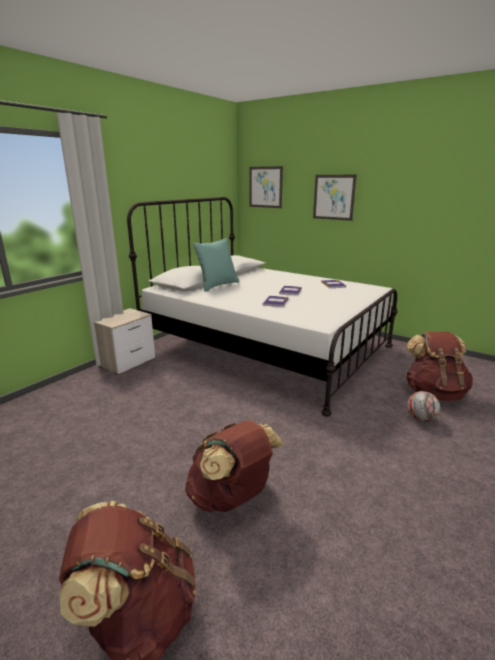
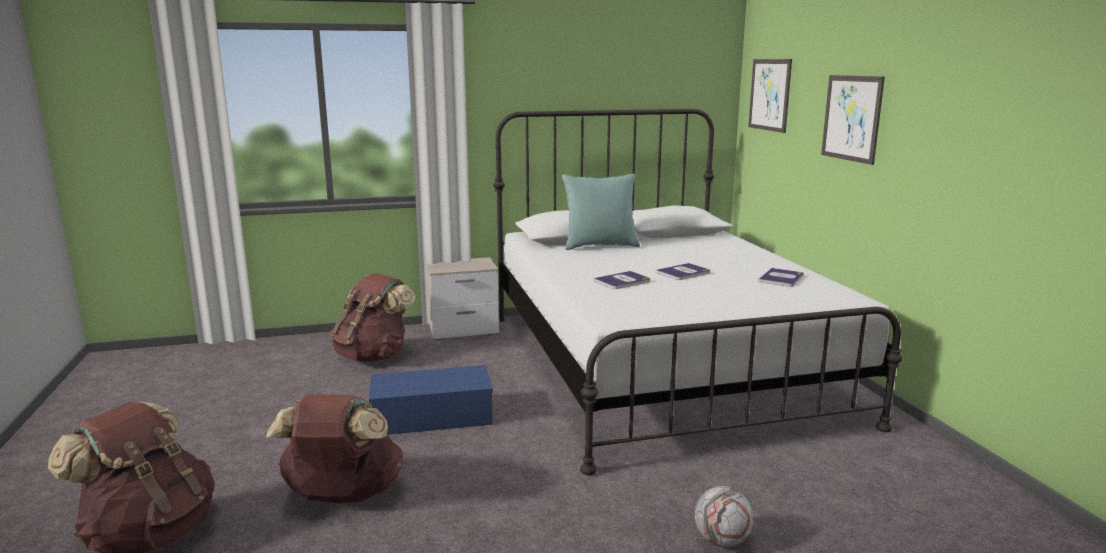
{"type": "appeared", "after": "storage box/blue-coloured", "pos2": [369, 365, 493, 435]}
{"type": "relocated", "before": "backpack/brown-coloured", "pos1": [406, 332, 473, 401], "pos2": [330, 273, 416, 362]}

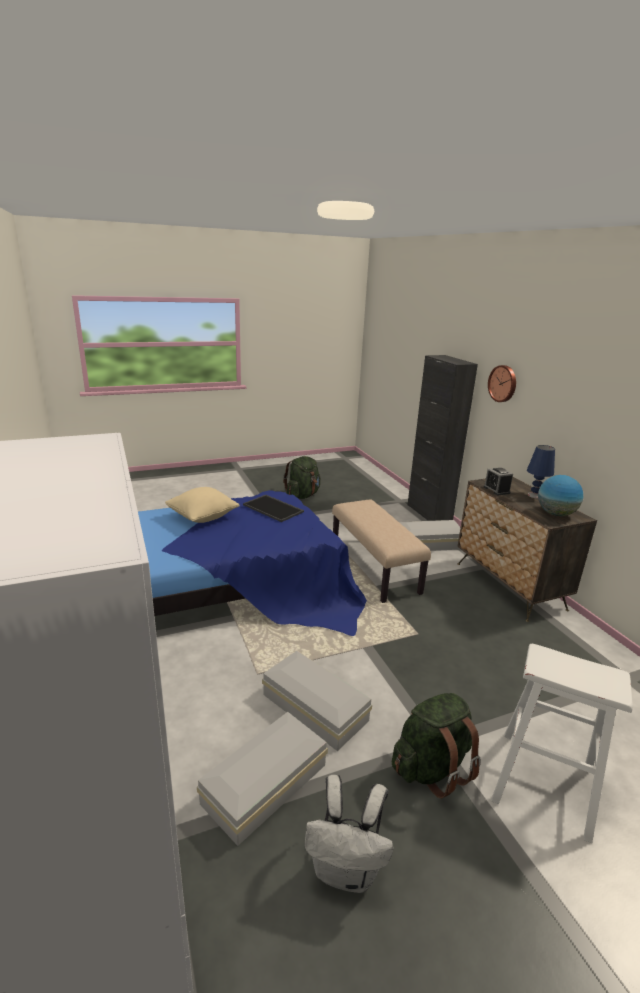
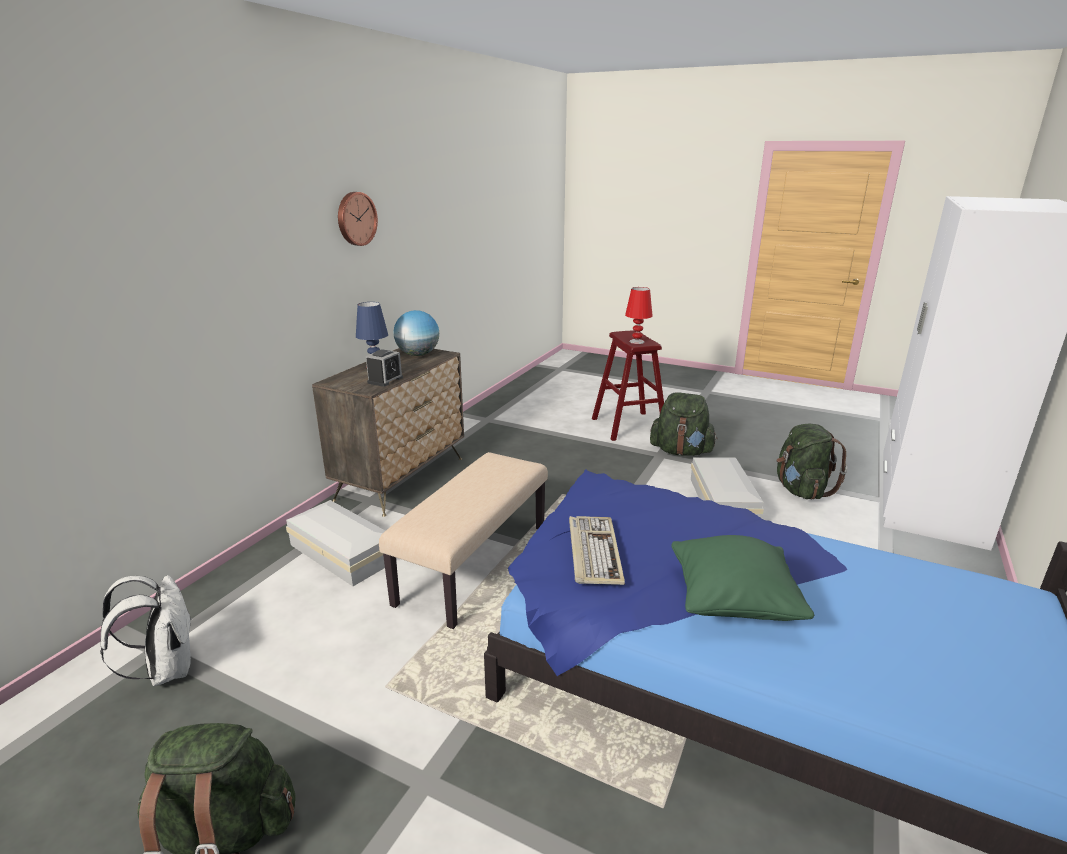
{"type": "missing", "before": "cabinet/black", "pos1": [408, 355, 478, 521]}
{"type": "appeared", "after": "tabletop lamp/reddish", "pos2": [625, 287, 653, 344]}
{"type": "relocated", "before": "backpack/white", "pos1": [305, 775, 394, 893], "pos2": [100, 575, 192, 686]}
{"type": "relocated", "before": "wall clock", "pos1": [488, 365, 516, 402], "pos2": [338, 192, 378, 246]}
{"type": "exchanged", "before": "storage box/white", "after": "backpack/green", "pos1": [197, 712, 328, 846], "pos2": [777, 423, 847, 499]}
{"type": "exchanged", "before": "tray", "after": "keyboard", "pos1": [243, 495, 304, 522], "pos2": [569, 516, 625, 585]}
{"type": "colour", "before": "pillow/beige", "after": "pillow/green", "pos1": [165, 487, 240, 523], "pos2": [671, 535, 814, 621]}
{"type": "colour", "before": "stool seat/white", "after": "stool seat/reddish", "pos1": [492, 644, 633, 843], "pos2": [592, 330, 664, 441]}

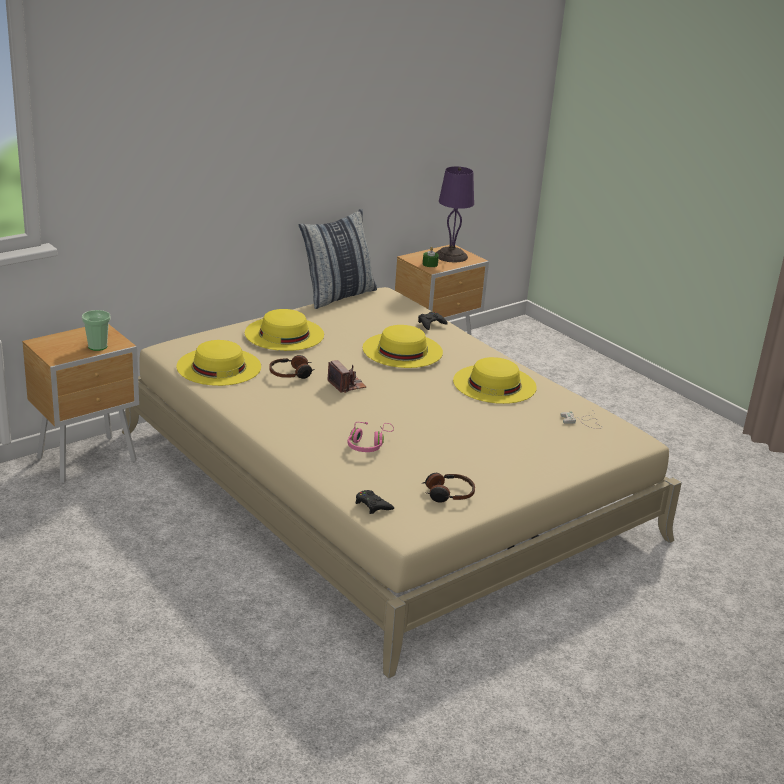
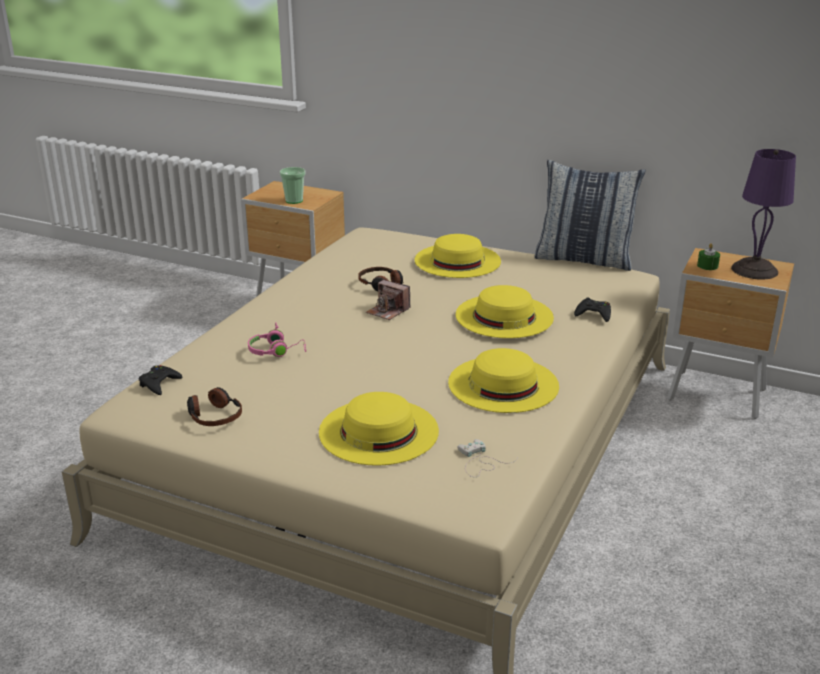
{"type": "relocated", "before": "wearable hat/yellowish", "pos1": [176, 340, 261, 386], "pos2": [319, 392, 439, 466]}
{"type": "spun", "before": "photo camera", "pos1": [327, 360, 366, 393], "pos2": [366, 280, 410, 320], "turn": 90}

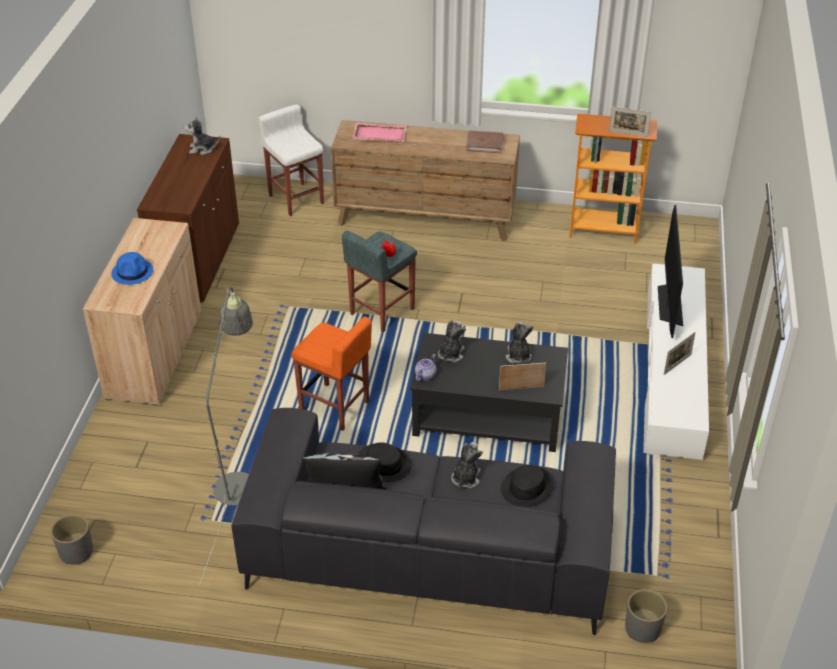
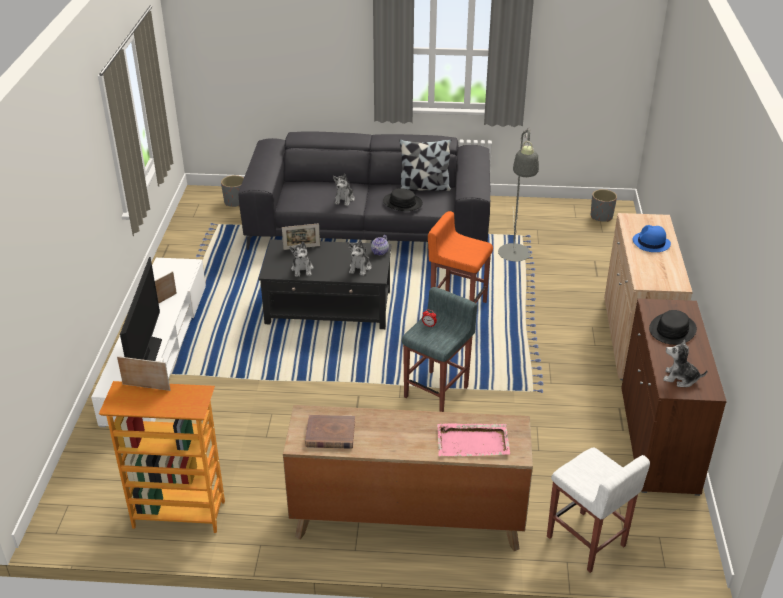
{"type": "relocated", "before": "wearable hat/black", "pos1": [501, 465, 554, 507], "pos2": [649, 310, 697, 345]}
{"type": "spun", "before": "plush toy", "pos1": [184, 116, 220, 155], "pos2": [663, 339, 707, 387], "turn": -150}

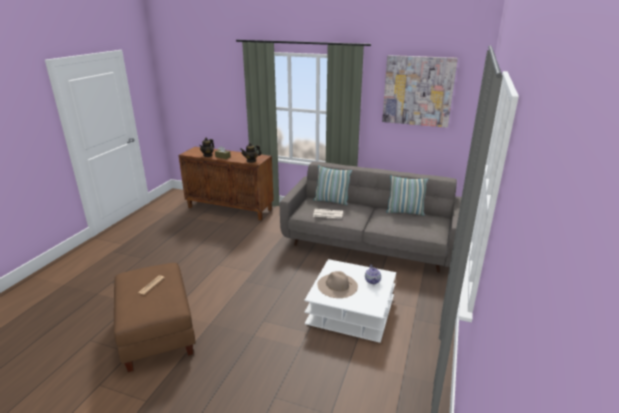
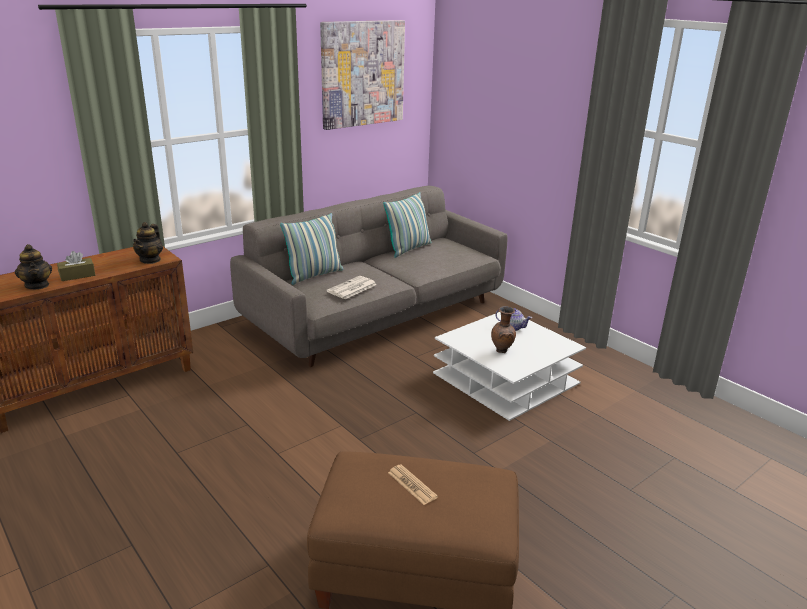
{"type": "exchanged", "before": "wearable hat/beige", "after": "vase/brown-coloured", "pos1": [318, 271, 358, 298], "pos2": [491, 306, 516, 353]}

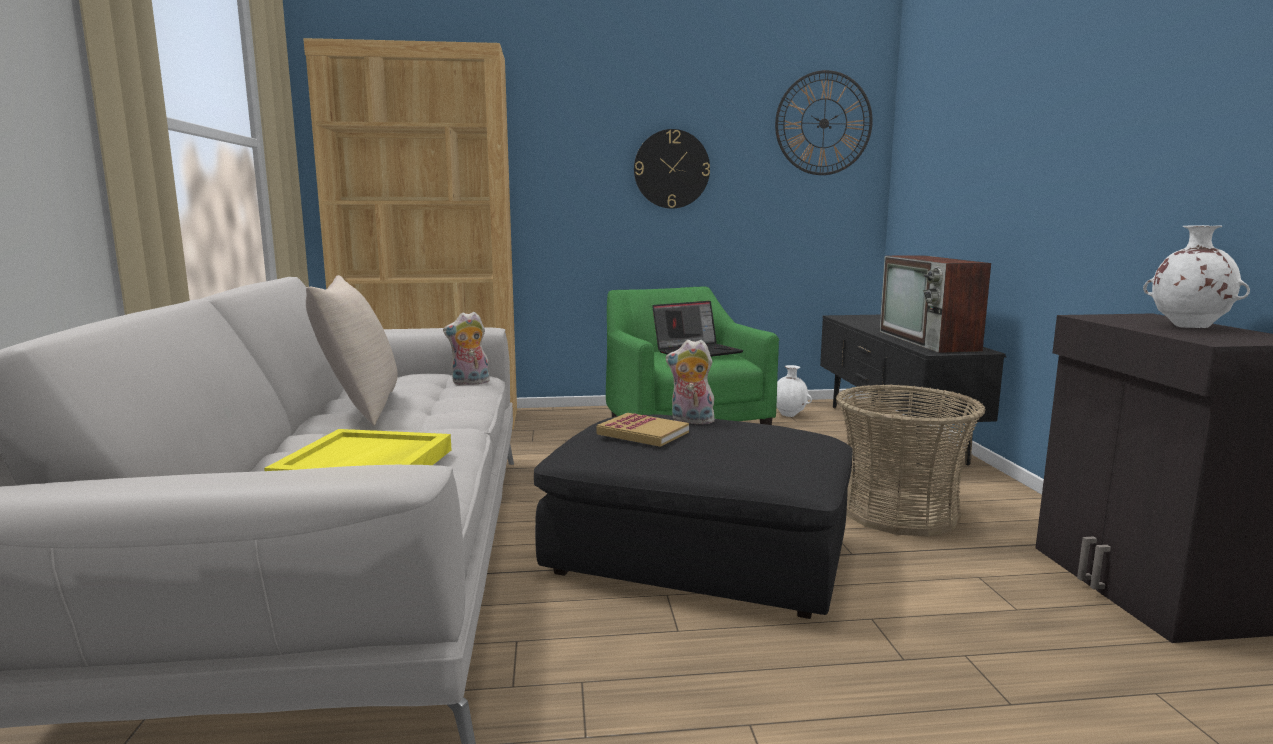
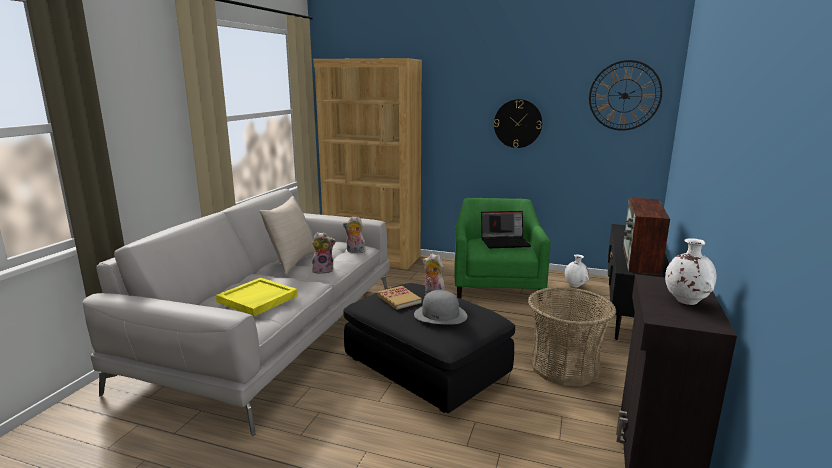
{"type": "appeared", "after": "plush toy", "pos2": [312, 232, 336, 274]}
{"type": "appeared", "after": "wearable hat/gray", "pos2": [414, 290, 467, 325]}

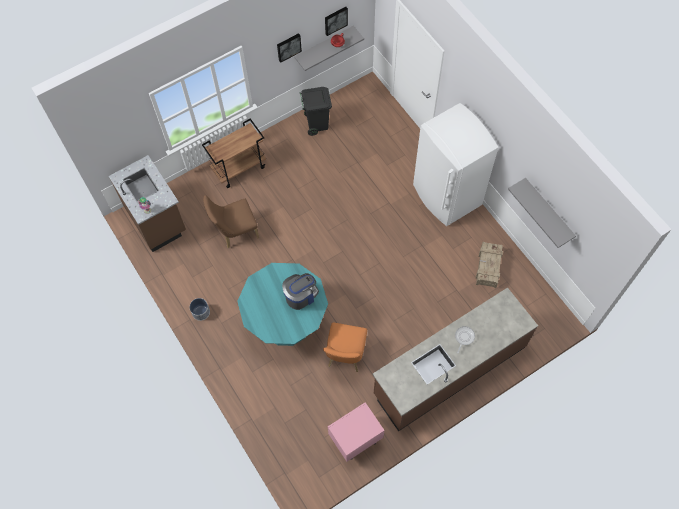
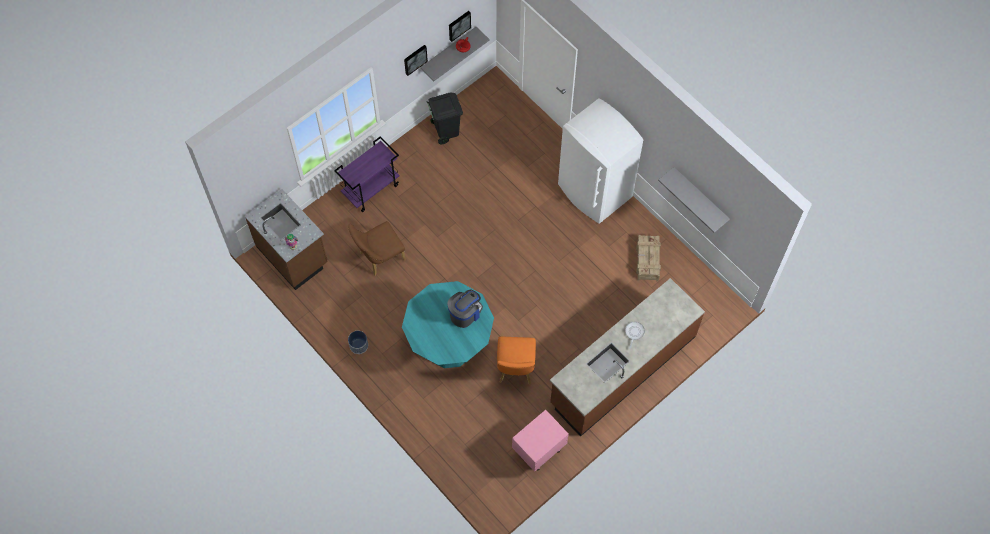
{"type": "colour", "before": "cart/brown-coloured", "after": "cart/purplish", "pos1": [202, 118, 266, 188], "pos2": [334, 136, 399, 212]}

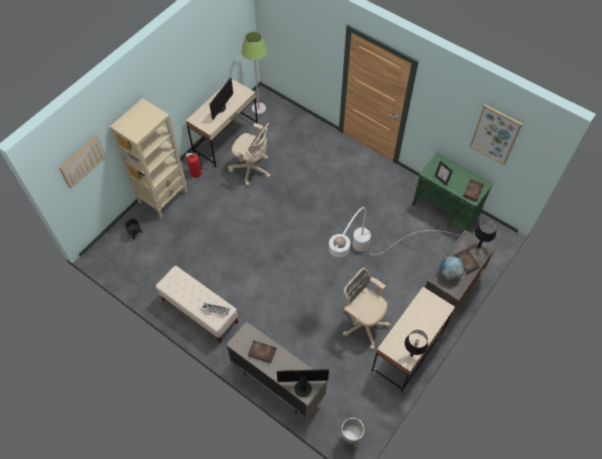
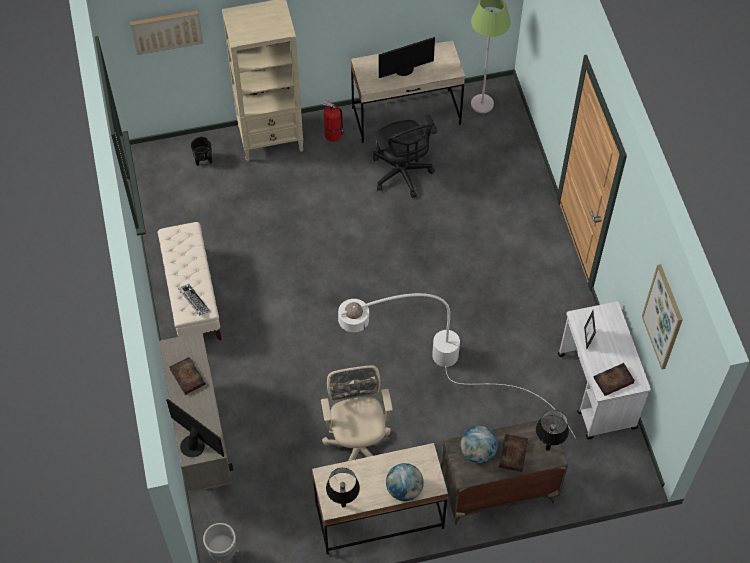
{"type": "appeared", "after": "globe", "pos2": [386, 463, 424, 501]}
{"type": "colour", "before": "office chair/beige", "after": "office chair/black", "pos1": [228, 123, 270, 186], "pos2": [373, 114, 438, 198]}
{"type": "colour", "before": "cart/green", "after": "cart/white", "pos1": [412, 152, 493, 232], "pos2": [558, 301, 651, 440]}

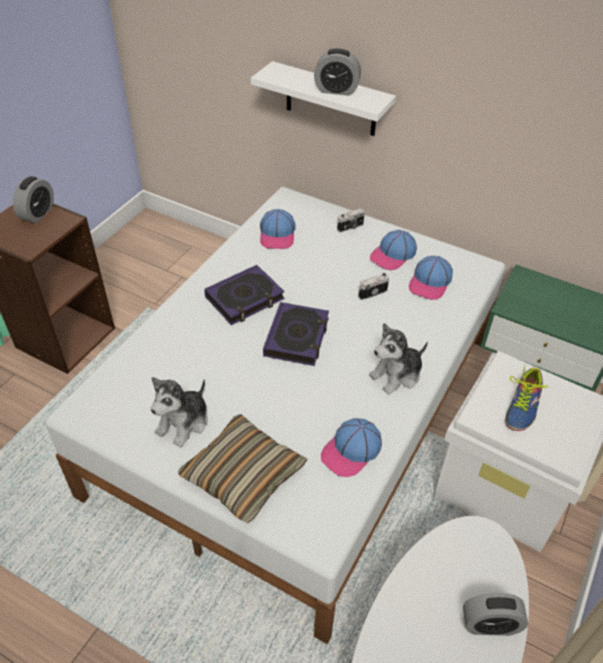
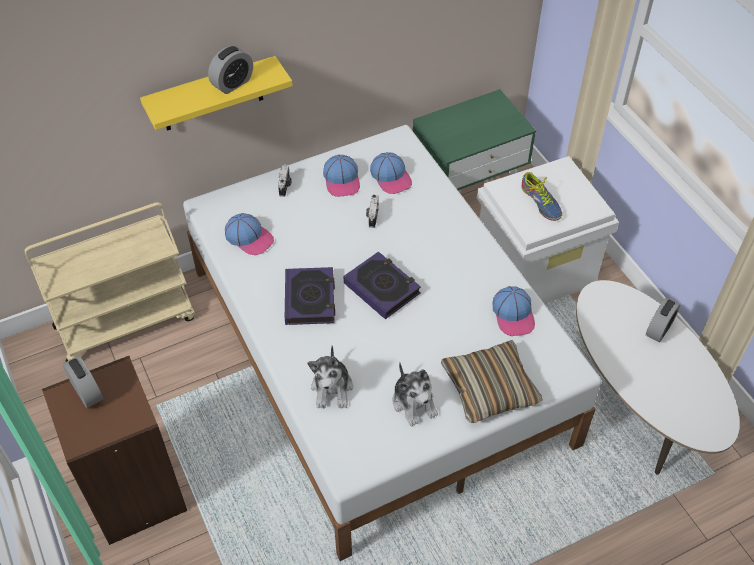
{"type": "appeared", "after": "cart/beige", "pos2": [25, 202, 195, 362]}
{"type": "relocated", "before": "plush toy", "pos1": [369, 323, 428, 395], "pos2": [308, 346, 353, 408]}
{"type": "colour", "before": "wall shelf/white", "after": "wall shelf/yellowish", "pos1": [251, 61, 396, 136], "pos2": [140, 56, 293, 131]}

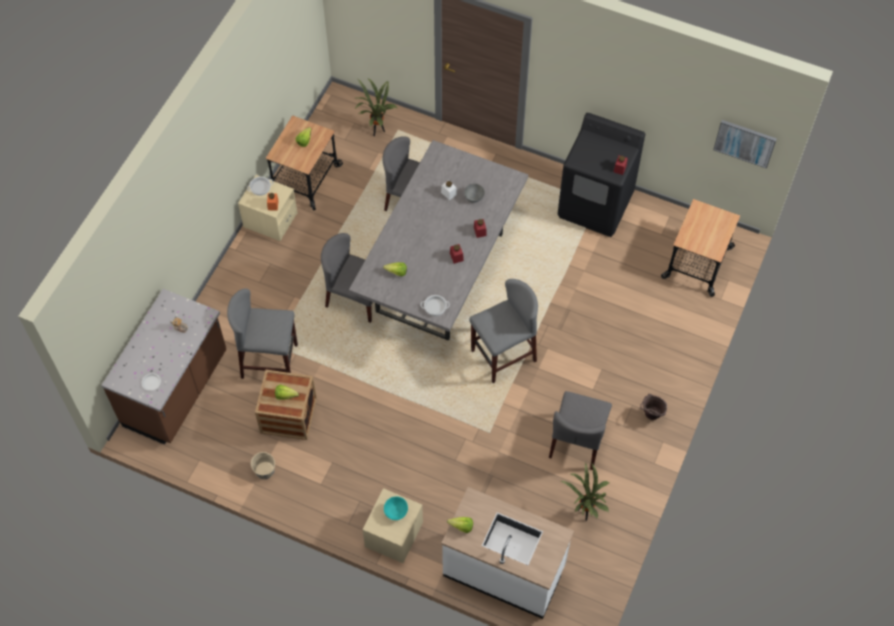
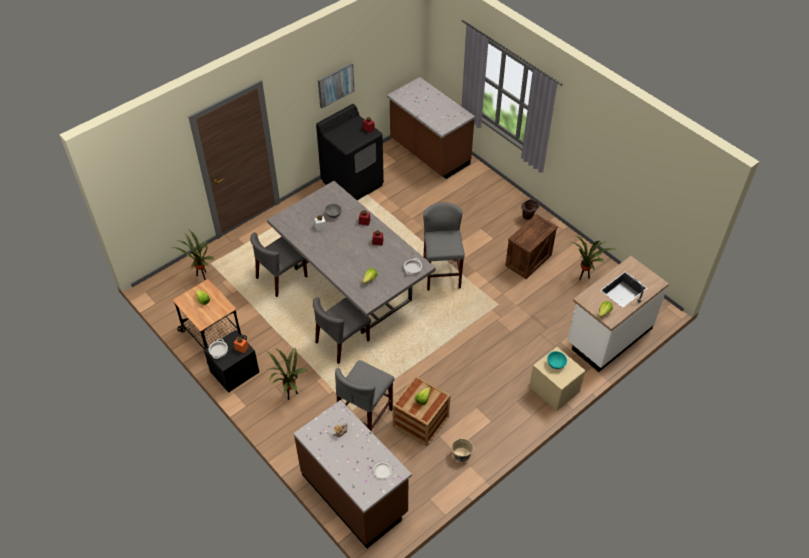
{"type": "appeared", "after": "potted plant", "pos2": [267, 347, 308, 400]}
{"type": "relocated", "before": "picture", "pos1": [713, 120, 777, 169], "pos2": [318, 63, 354, 108]}
{"type": "exchanged", "before": "plain chair/gray", "after": "crate", "pos1": [549, 391, 612, 470], "pos2": [505, 214, 558, 279]}
{"type": "exchanged", "before": "cart", "after": "kitchen base unit/brown-coloured", "pos1": [661, 199, 740, 297], "pos2": [387, 77, 475, 179]}
{"type": "colour", "before": "bedside table/beige", "after": "bedside table/black", "pos1": [238, 175, 297, 241], "pos2": [204, 330, 259, 393]}

